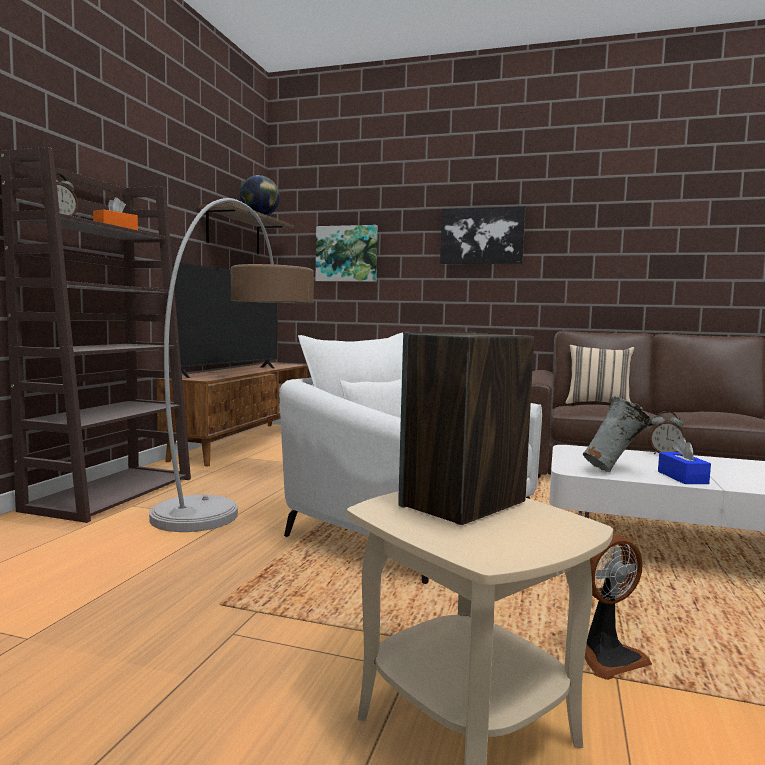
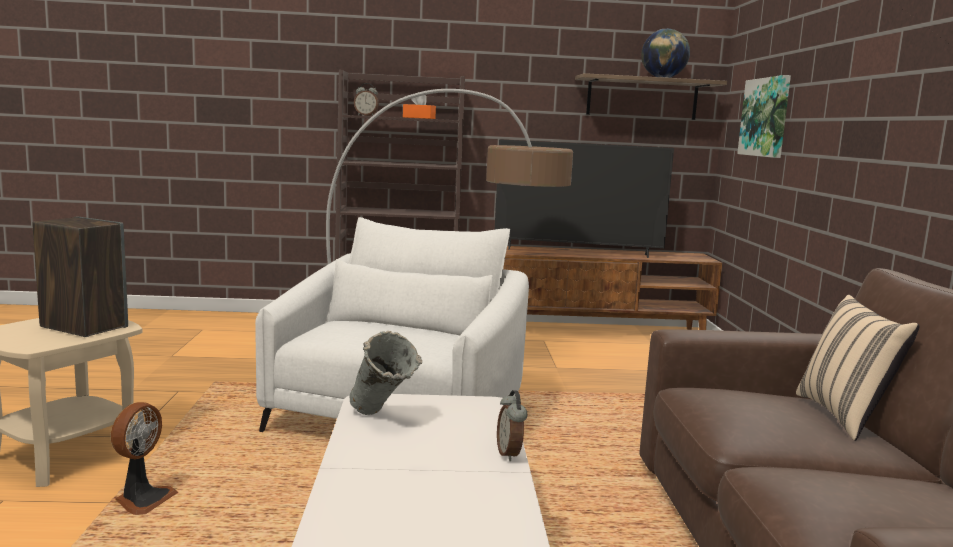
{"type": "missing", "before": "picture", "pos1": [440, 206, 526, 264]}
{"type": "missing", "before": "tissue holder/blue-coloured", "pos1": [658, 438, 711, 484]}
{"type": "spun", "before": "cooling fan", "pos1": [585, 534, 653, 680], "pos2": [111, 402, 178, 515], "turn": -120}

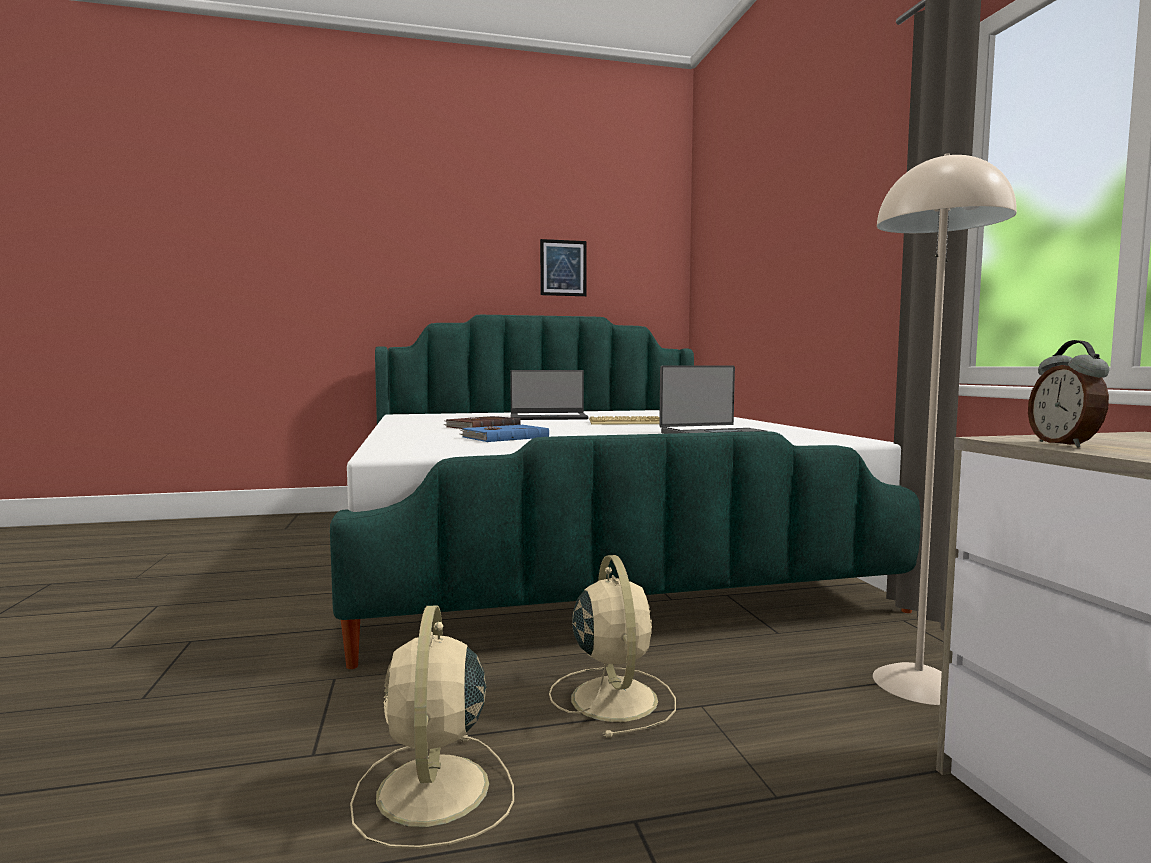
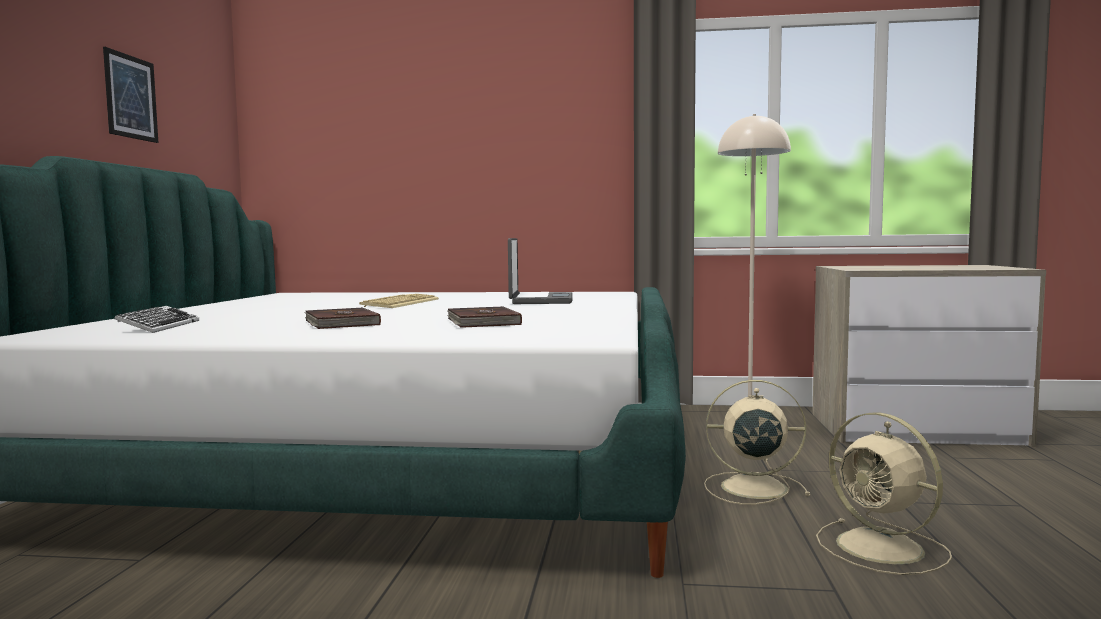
{"type": "missing", "before": "notebook computer", "pos1": [510, 370, 588, 420]}
{"type": "missing", "before": "bedside clock", "pos1": [1028, 340, 1109, 448]}
{"type": "appeared", "after": "keyboard", "pos2": [114, 306, 199, 333]}
{"type": "colour", "before": "book/blue-coloured", "after": "book/brown-coloured", "pos1": [460, 425, 549, 442], "pos2": [447, 306, 522, 328]}
{"type": "spun", "before": "cooling fan/beige", "pos1": [350, 605, 514, 849], "pos2": [816, 413, 952, 575], "turn": 45}

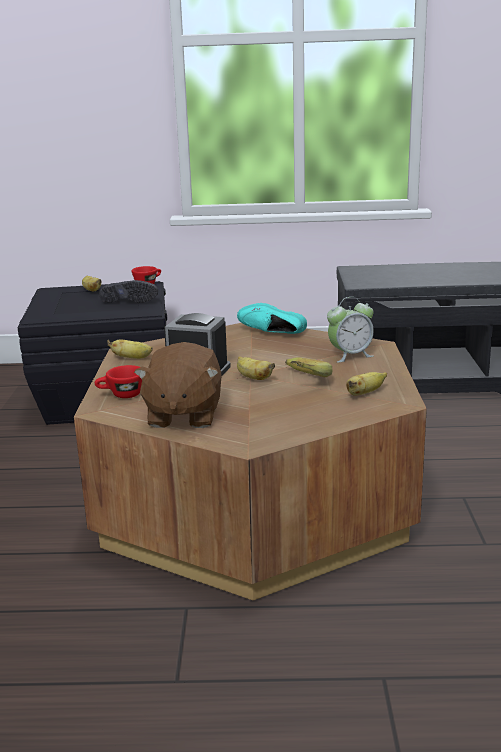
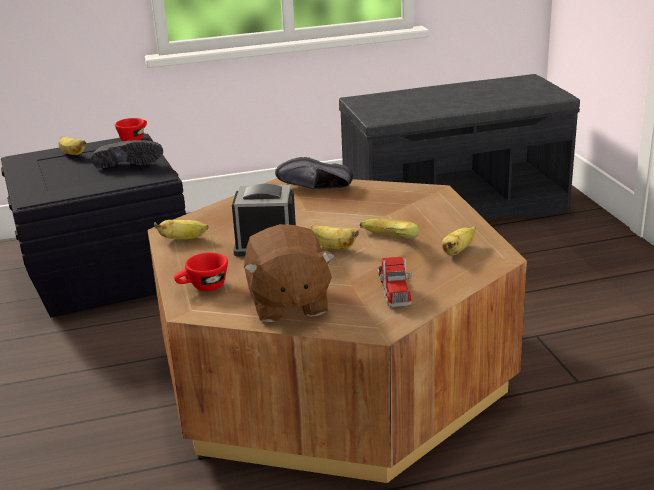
{"type": "missing", "before": "bedside clock", "pos1": [327, 297, 374, 363]}
{"type": "appeared", "after": "model truck", "pos2": [378, 257, 411, 307]}
{"type": "colour", "before": "low shoe/blue-green", "after": "low shoe/black", "pos1": [237, 303, 307, 334], "pos2": [275, 157, 353, 189]}

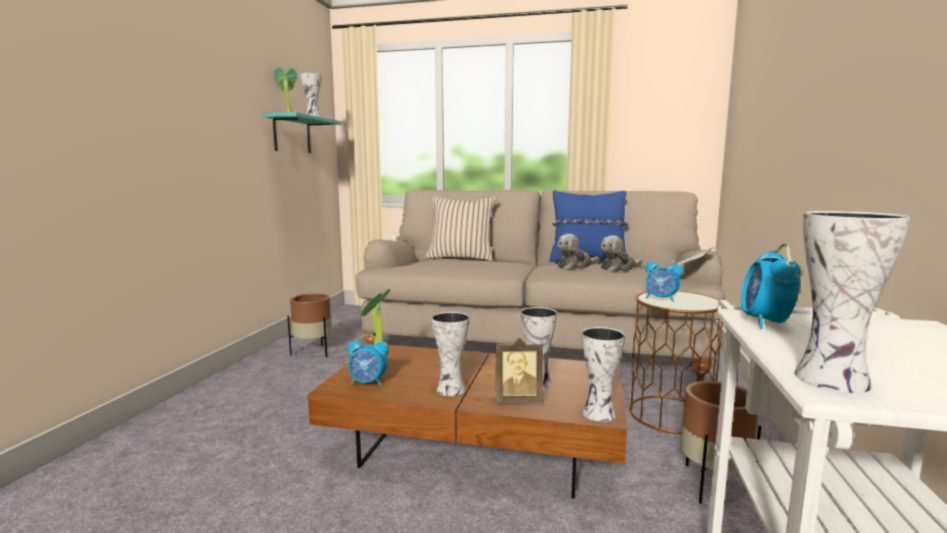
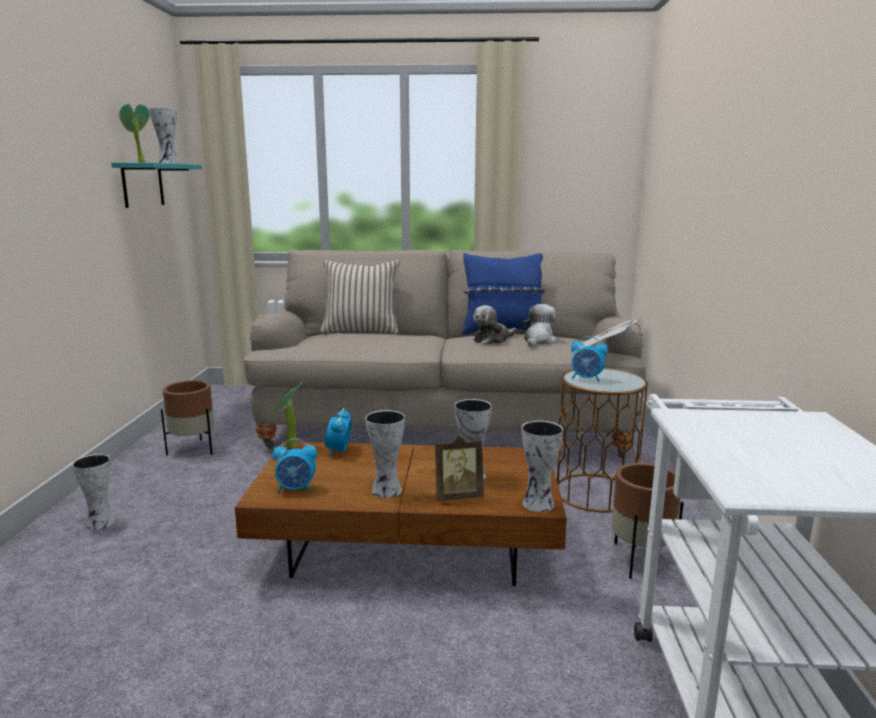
{"type": "relocated", "before": "bedside clock", "pos1": [741, 244, 801, 329], "pos2": [325, 408, 352, 457]}
{"type": "relocated", "before": "vase", "pos1": [794, 211, 910, 393], "pos2": [72, 454, 115, 530]}
{"type": "spun", "before": "plush toy", "pos1": [601, 236, 643, 272], "pos2": [523, 304, 556, 347], "turn": 150}

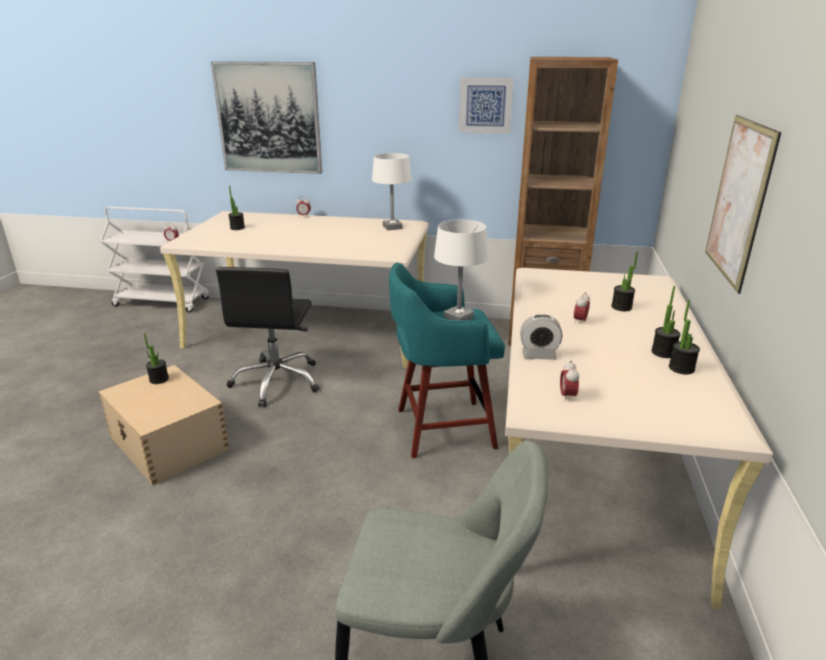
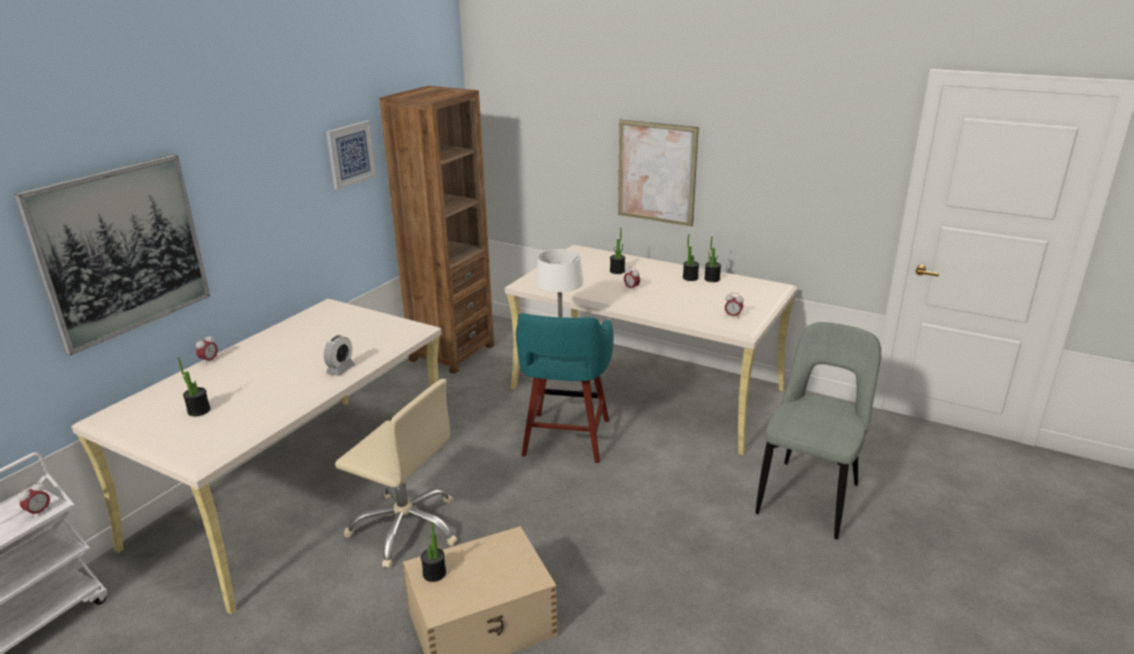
{"type": "missing", "before": "tabletop lamp/white", "pos1": [372, 153, 412, 230]}
{"type": "relocated", "before": "bedside clock", "pos1": [520, 314, 562, 360], "pos2": [324, 335, 355, 376]}
{"type": "colour", "before": "office chair/black", "after": "office chair/beige", "pos1": [216, 267, 320, 407], "pos2": [335, 379, 457, 569]}

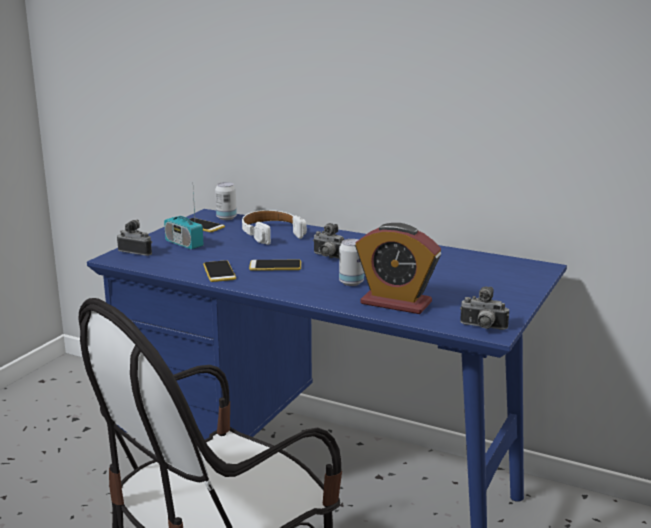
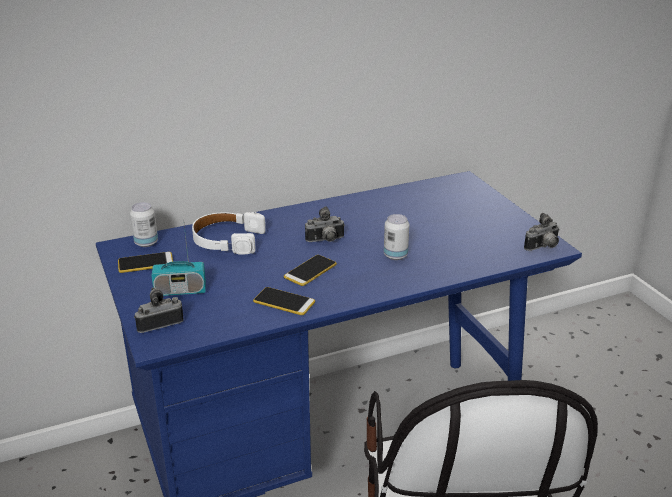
{"type": "missing", "before": "bedside clock", "pos1": [355, 223, 441, 314]}

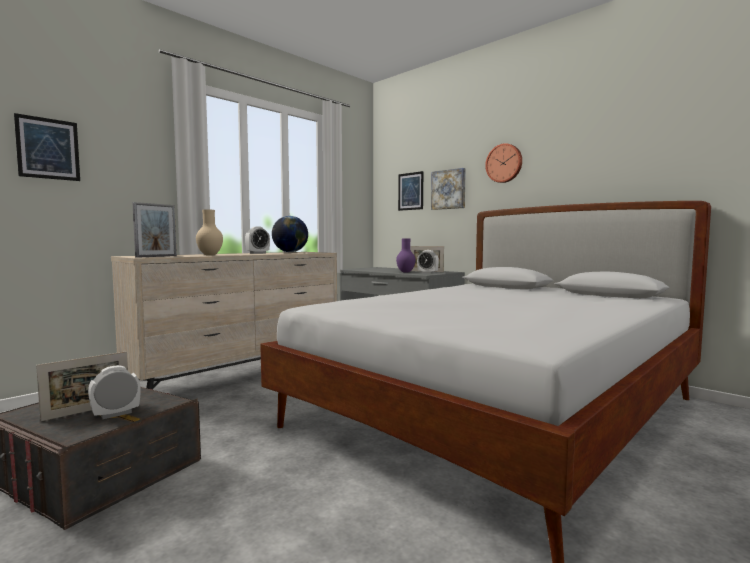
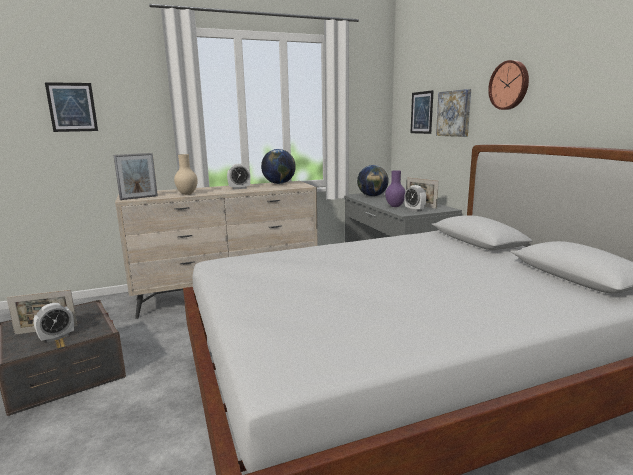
{"type": "appeared", "after": "globe", "pos2": [357, 165, 389, 197]}
{"type": "spun", "before": "bedside clock", "pos1": [88, 365, 141, 419], "pos2": [33, 303, 74, 343], "turn": 150}

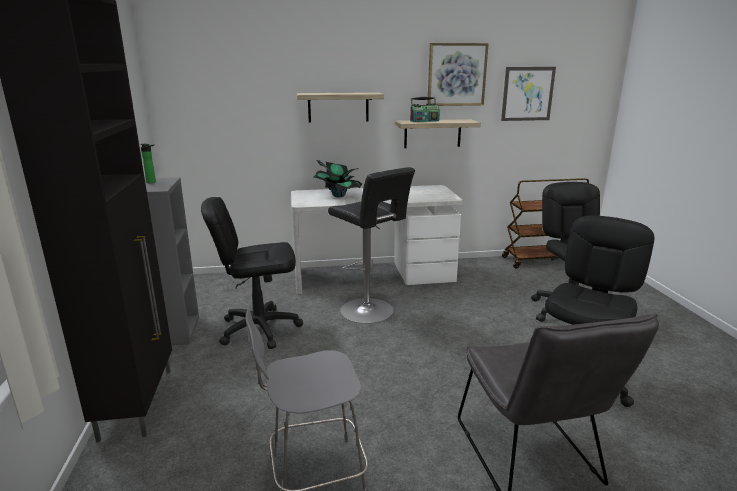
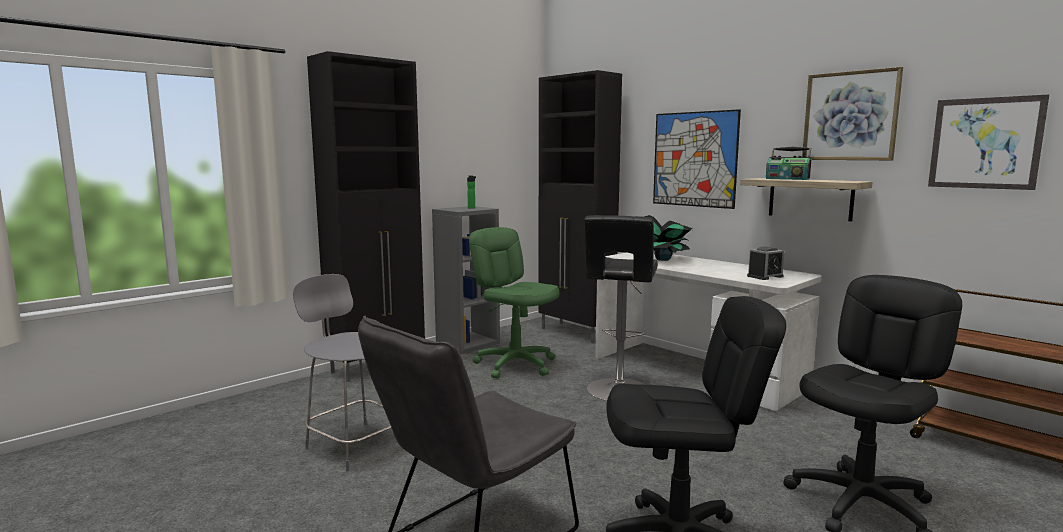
{"type": "appeared", "after": "cabinet/black", "pos2": [538, 70, 622, 343]}
{"type": "appeared", "after": "bedside clock", "pos2": [747, 246, 784, 280]}
{"type": "exchanged", "before": "wall shelf", "after": "picture", "pos1": [297, 92, 384, 123], "pos2": [653, 109, 741, 209]}
{"type": "colour", "before": "office chair/black", "after": "office chair/green", "pos1": [201, 197, 303, 349], "pos2": [469, 227, 559, 379]}

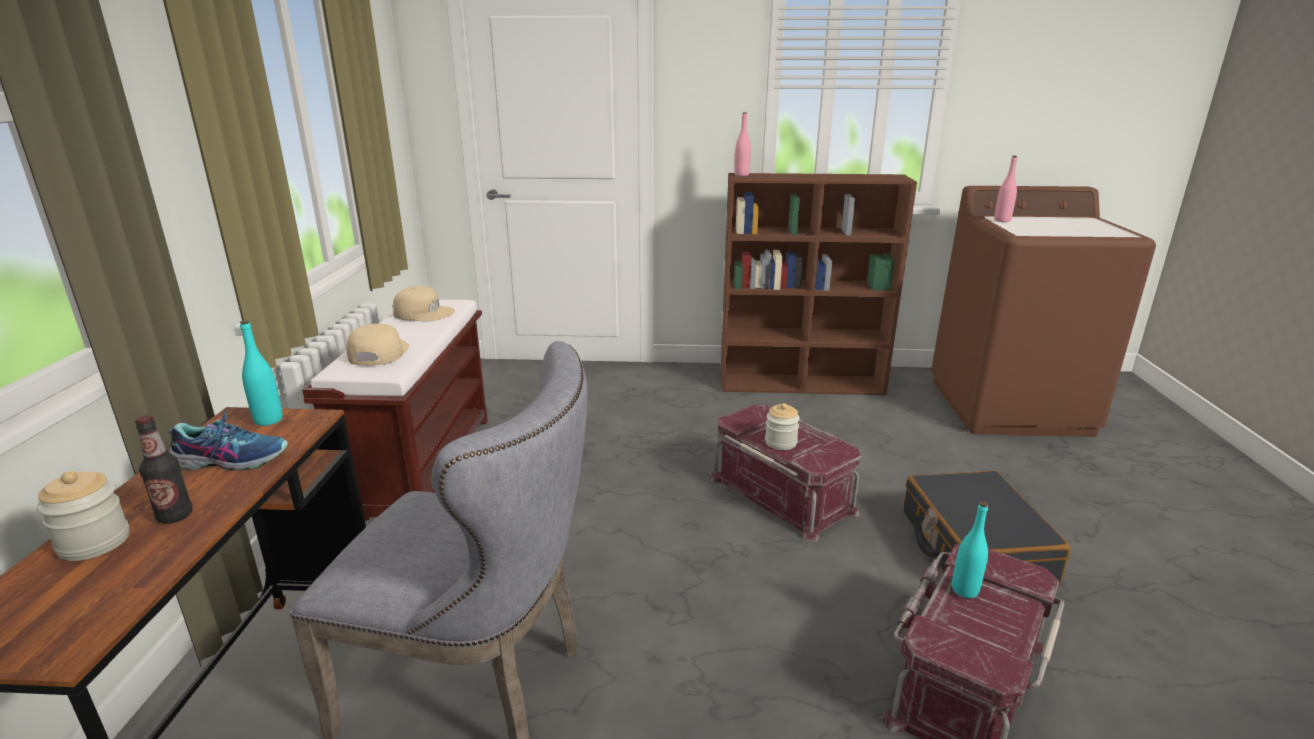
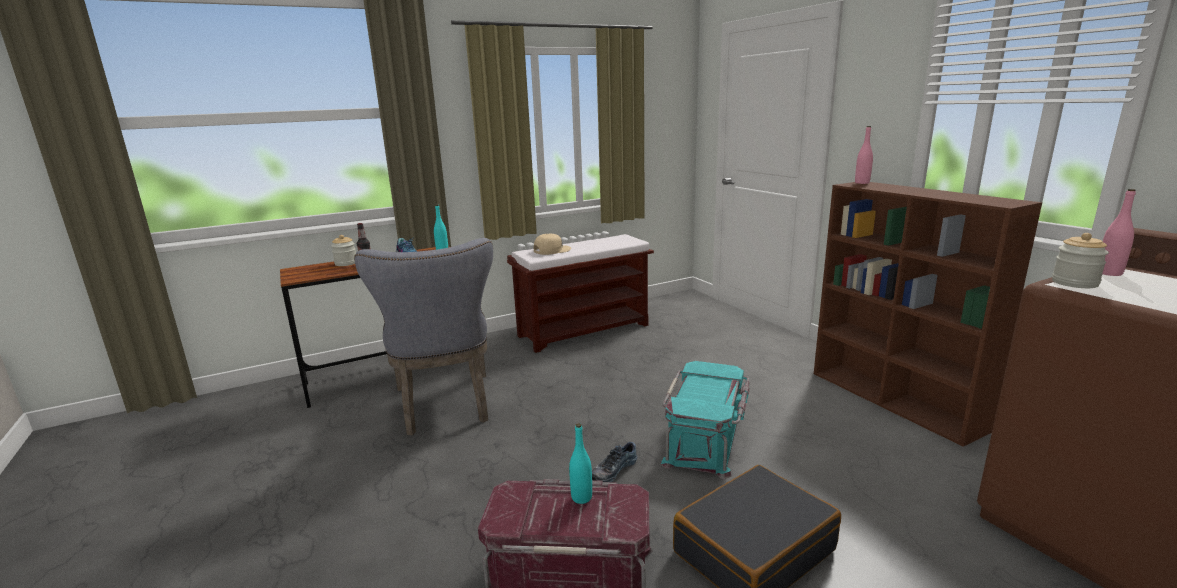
{"type": "missing", "before": "cap/beige", "pos1": [393, 286, 455, 321]}
{"type": "appeared", "after": "low shoe", "pos2": [592, 442, 637, 482]}
{"type": "relocated", "before": "preserve jar", "pos1": [765, 403, 800, 450], "pos2": [1052, 233, 1109, 288]}
{"type": "colour", "before": "storage box/reddish", "after": "storage box/blue-green", "pos1": [710, 404, 861, 542], "pos2": [661, 361, 750, 479]}

